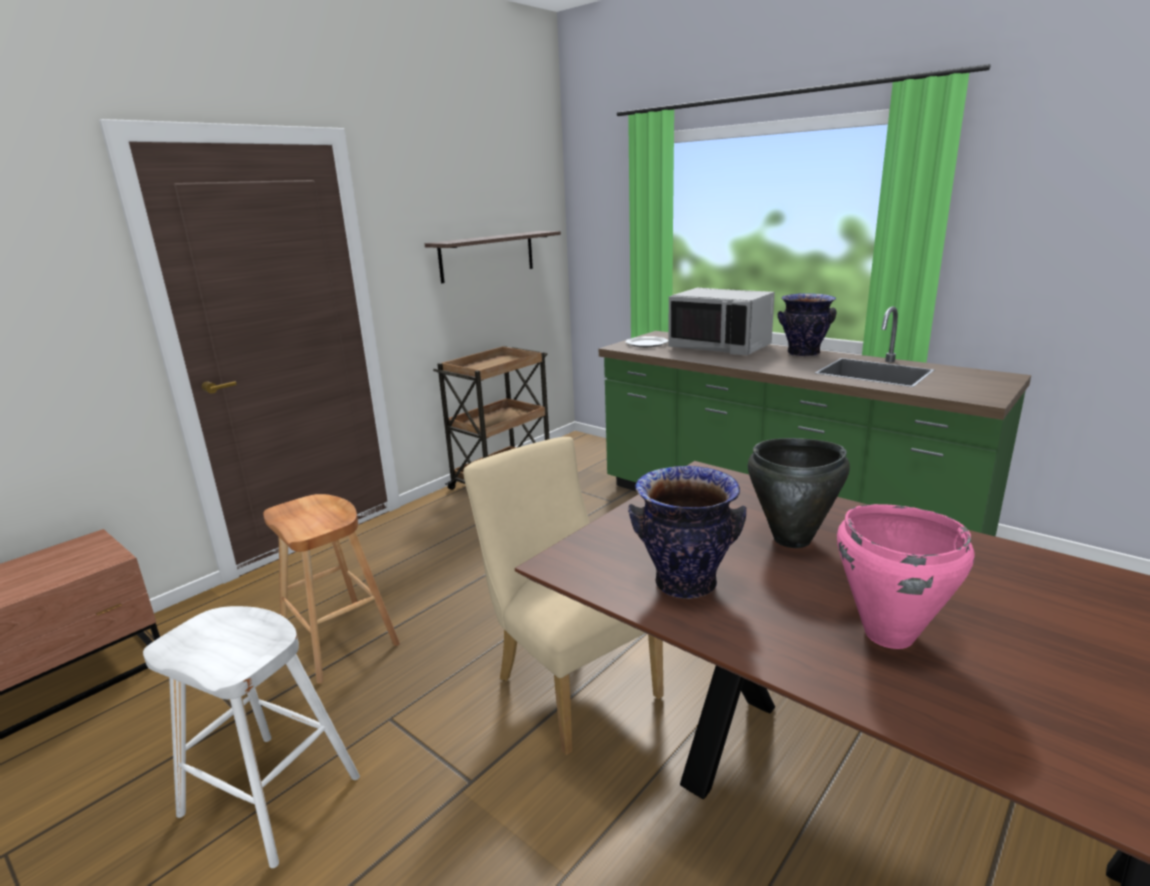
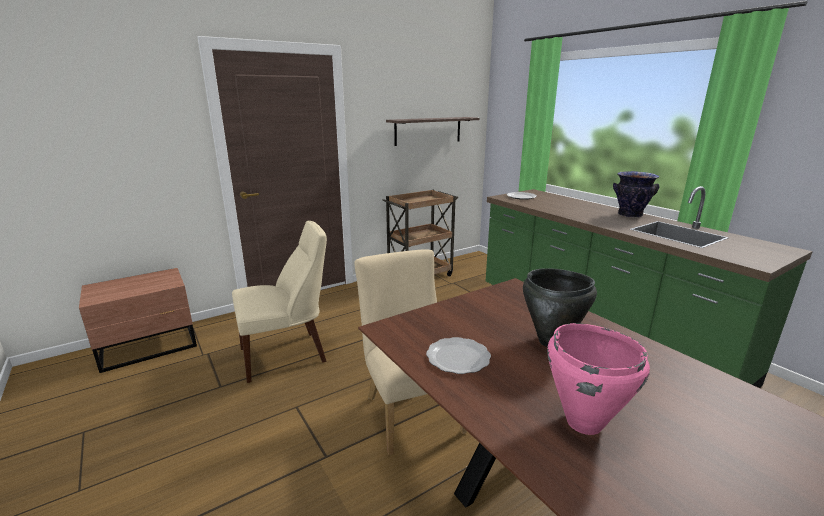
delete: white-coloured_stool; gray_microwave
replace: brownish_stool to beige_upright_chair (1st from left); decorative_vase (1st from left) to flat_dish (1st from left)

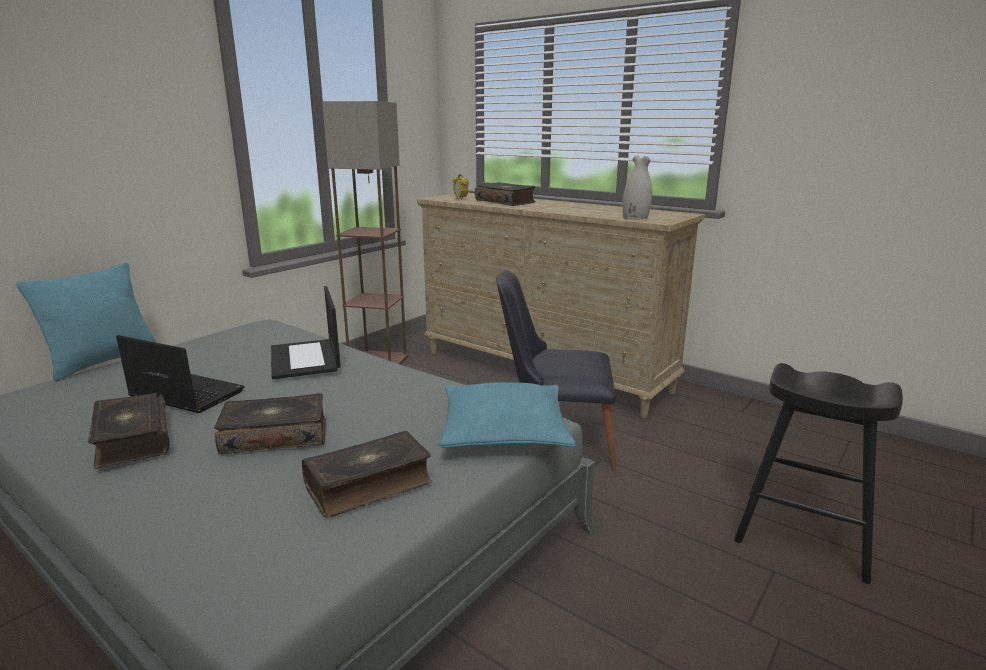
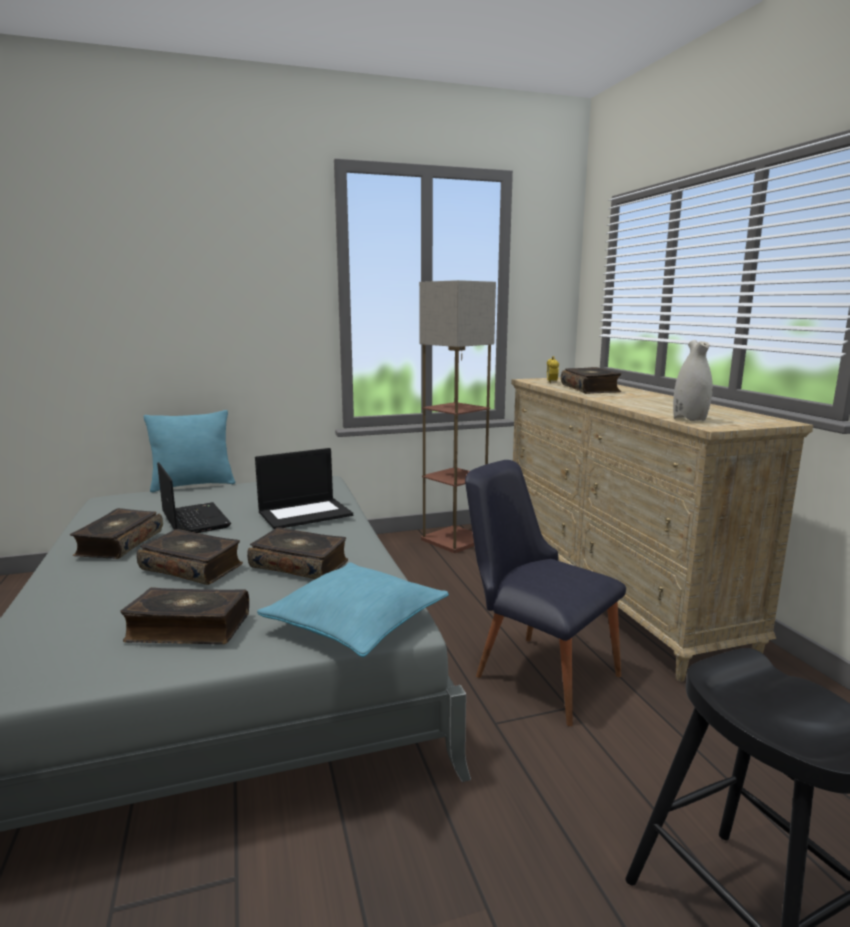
insert: book (4th from left)
rotate: notebook_computer (2nd from left) 135 degrees counterclockwise

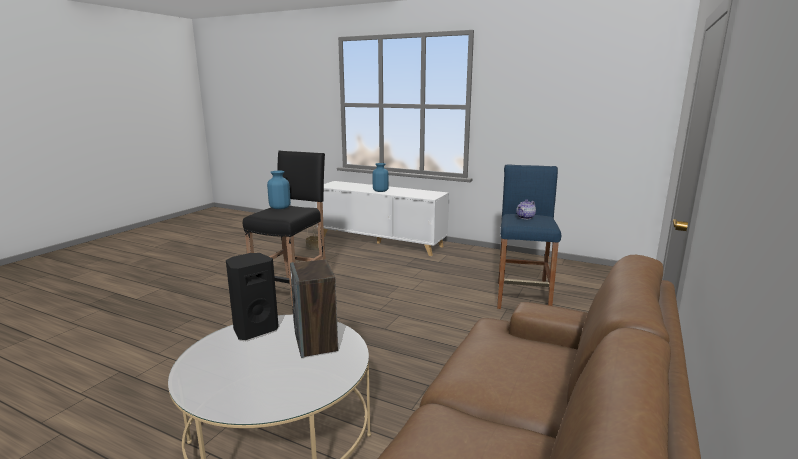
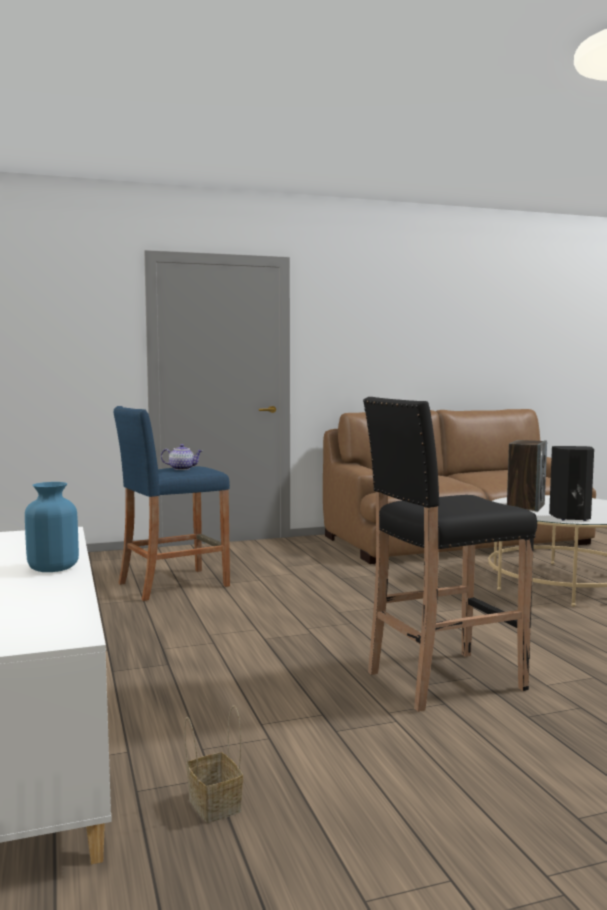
delete: blue-coloured_decorative_vase (1st from left)

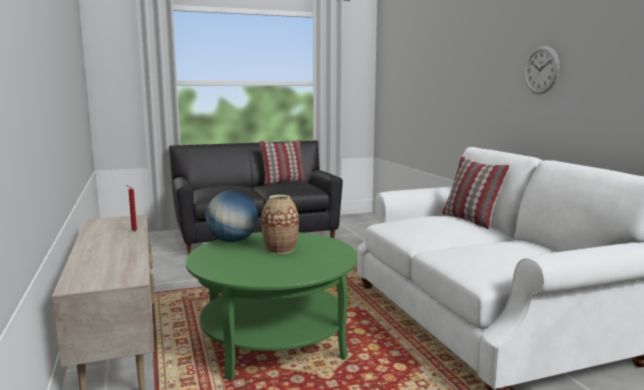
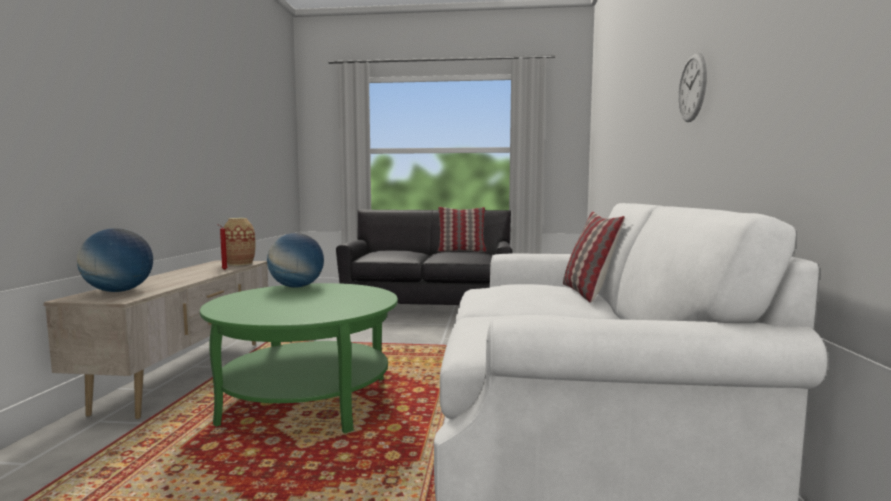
insert: world_globe (1st from left)
move: decorative_vase

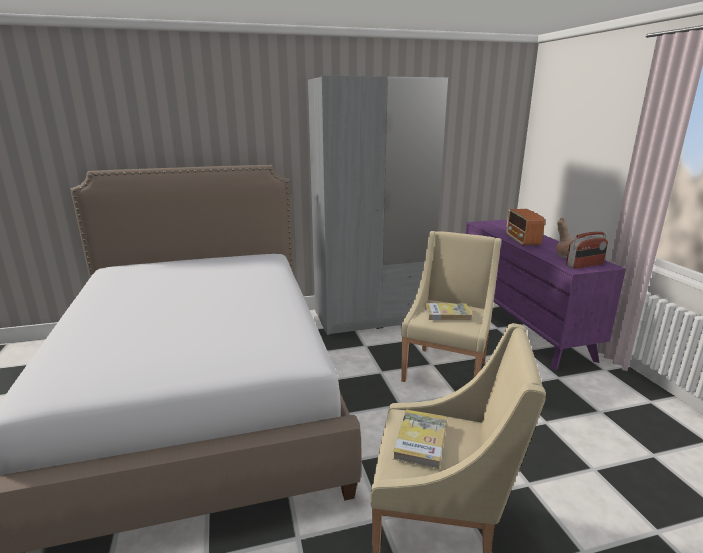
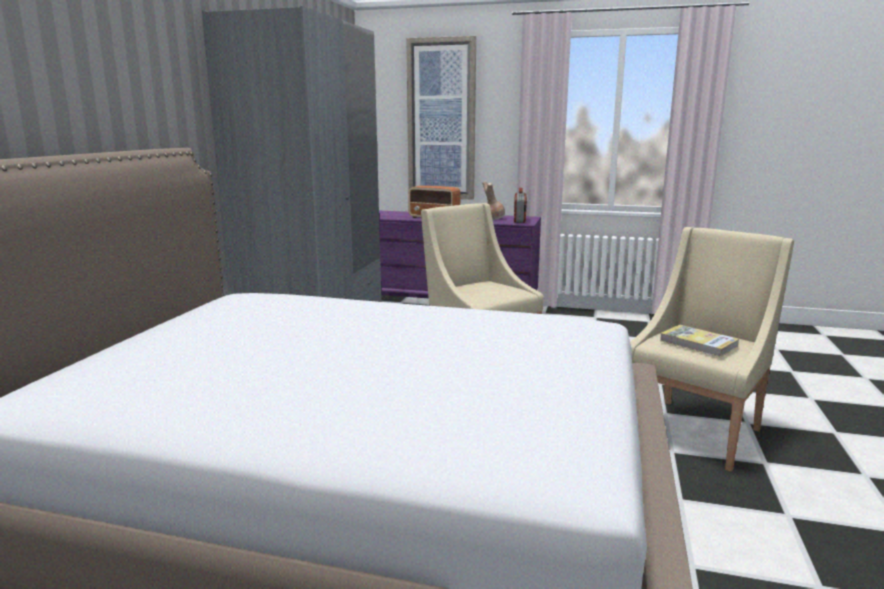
delete: book (2nd from left)
insert: wall_art

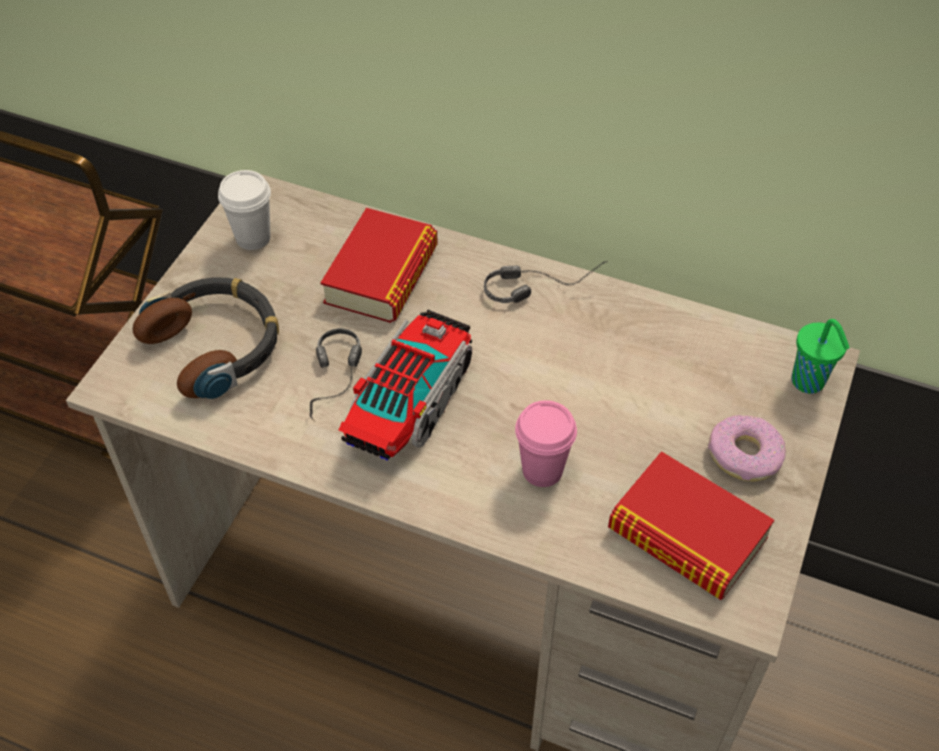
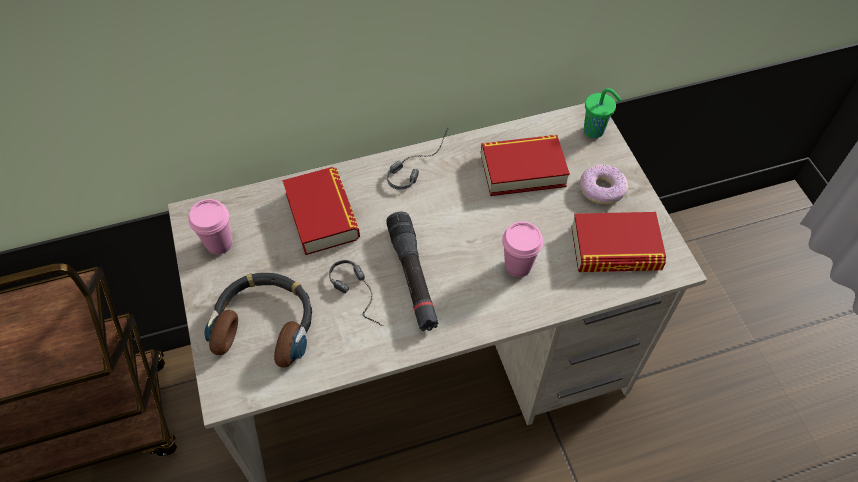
insert: book (2nd from left)
replace: model_truck to black-coloured_torch
recolor: white-coloured_small_cup to pink_small_cup (1st from left)

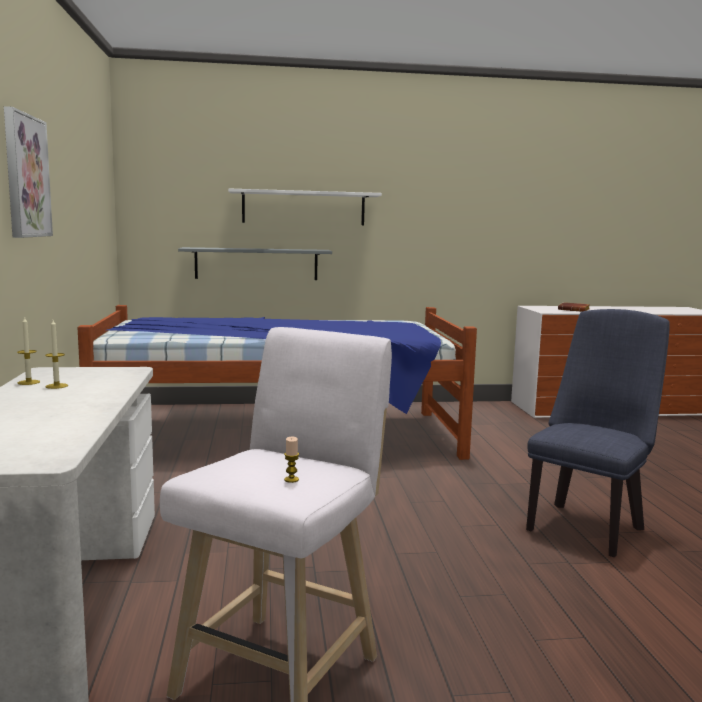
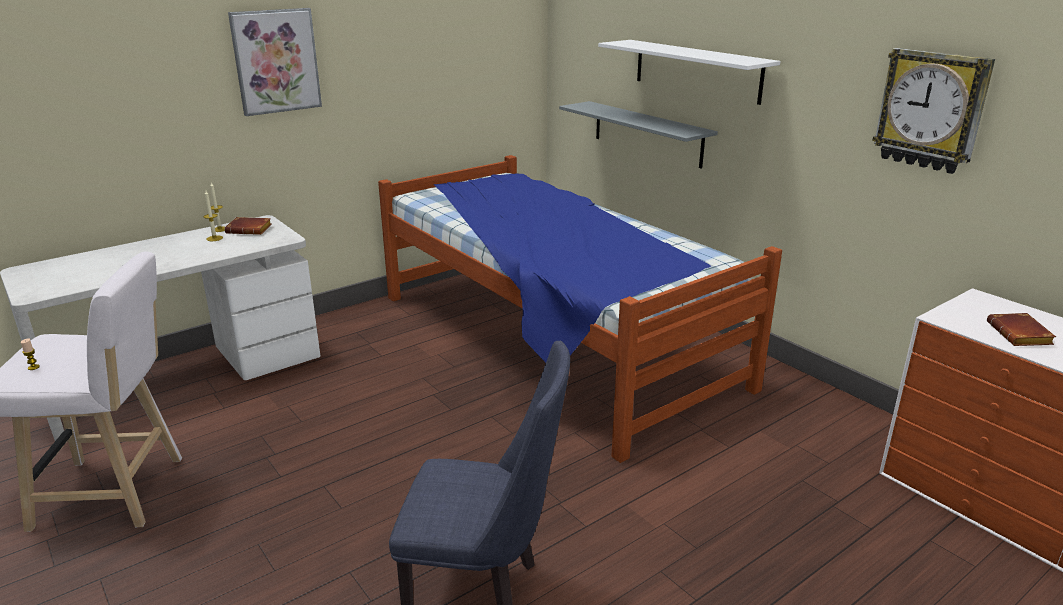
insert: brownish_book (1st from left); hanging_clock

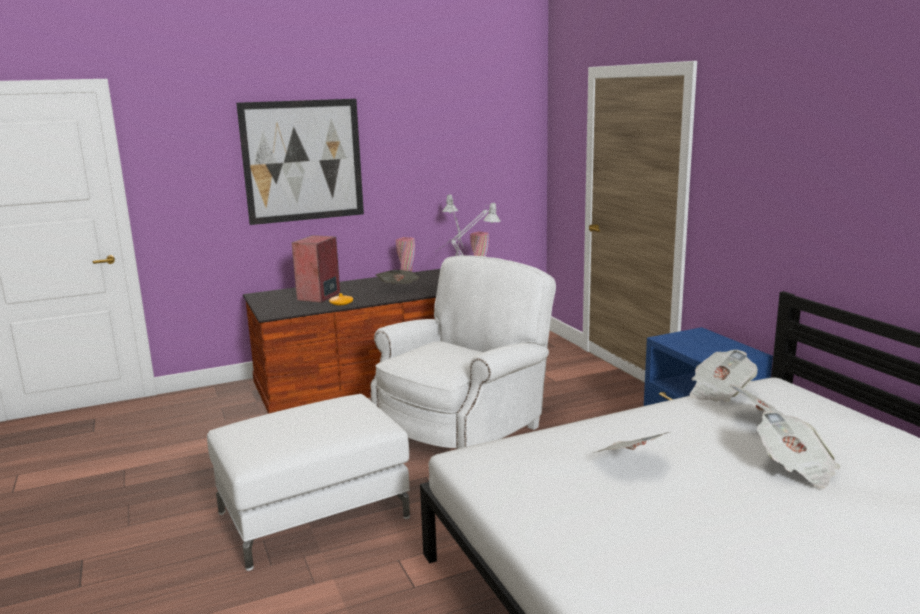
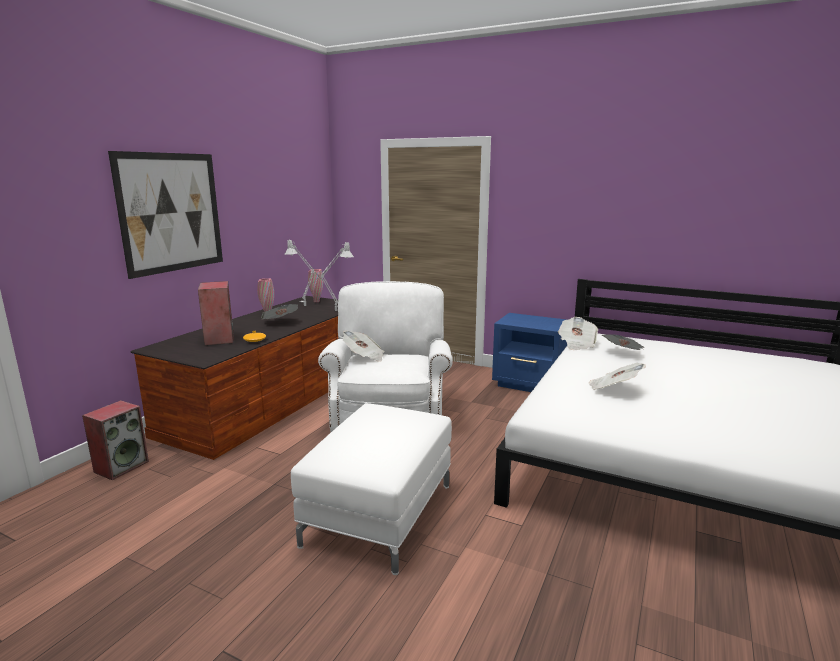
insert: speaker (1st from left)
move: newspaper (5th from left in the first image) to newspaper (2nd from left)

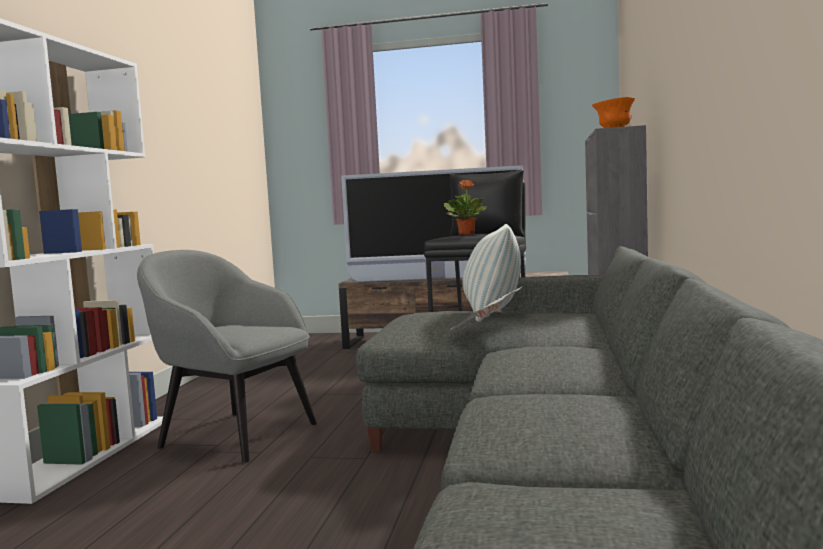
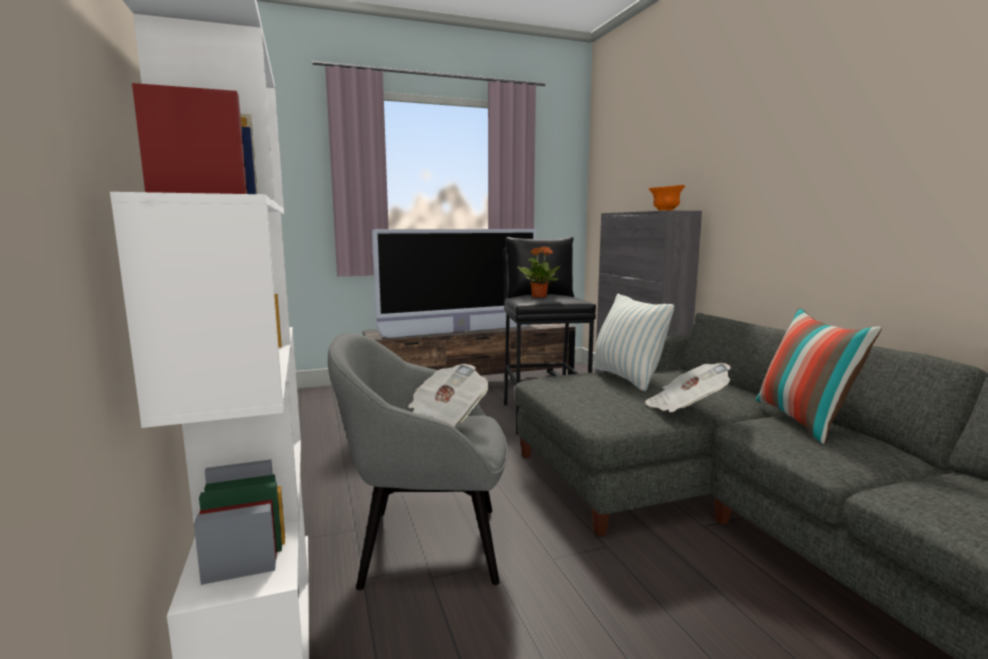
insert: newspaper (1st from left); throw_pillow (2nd from left)

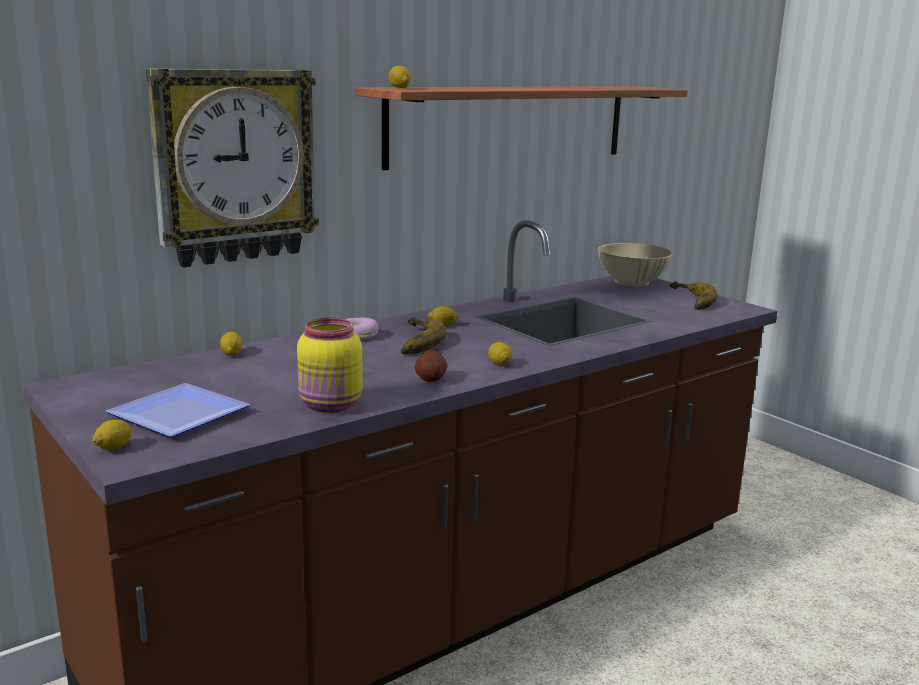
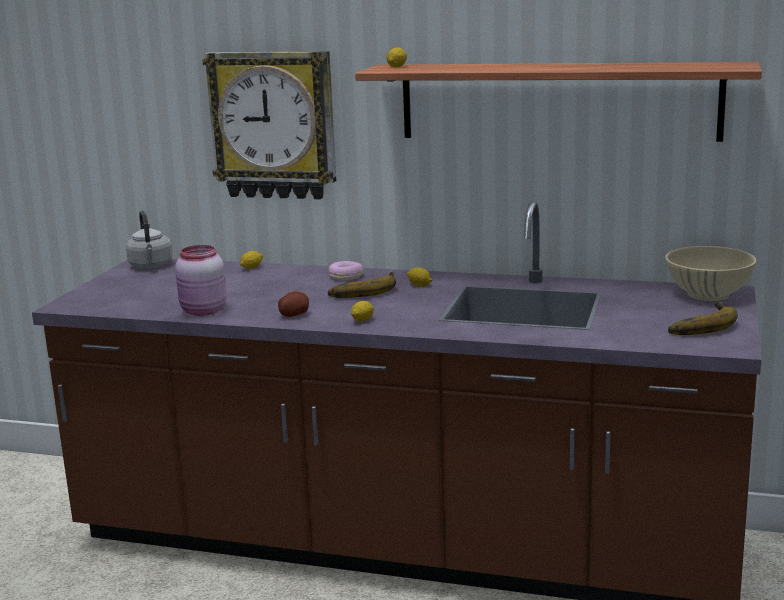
delete: lemon (1st from left); flat_dish
insert: gray_kettle
recolor: yellow-coloured_storage_jar to pink_storage_jar

